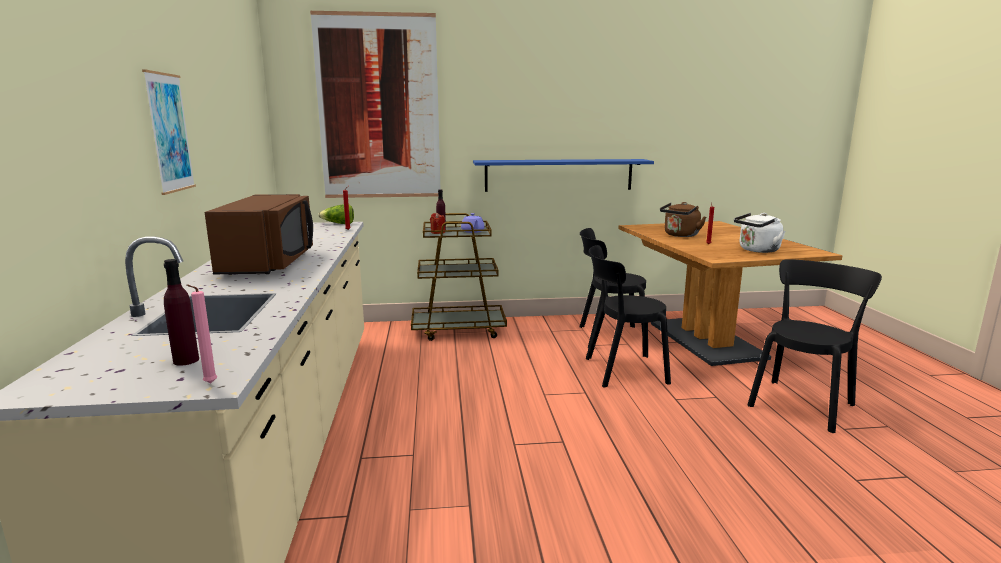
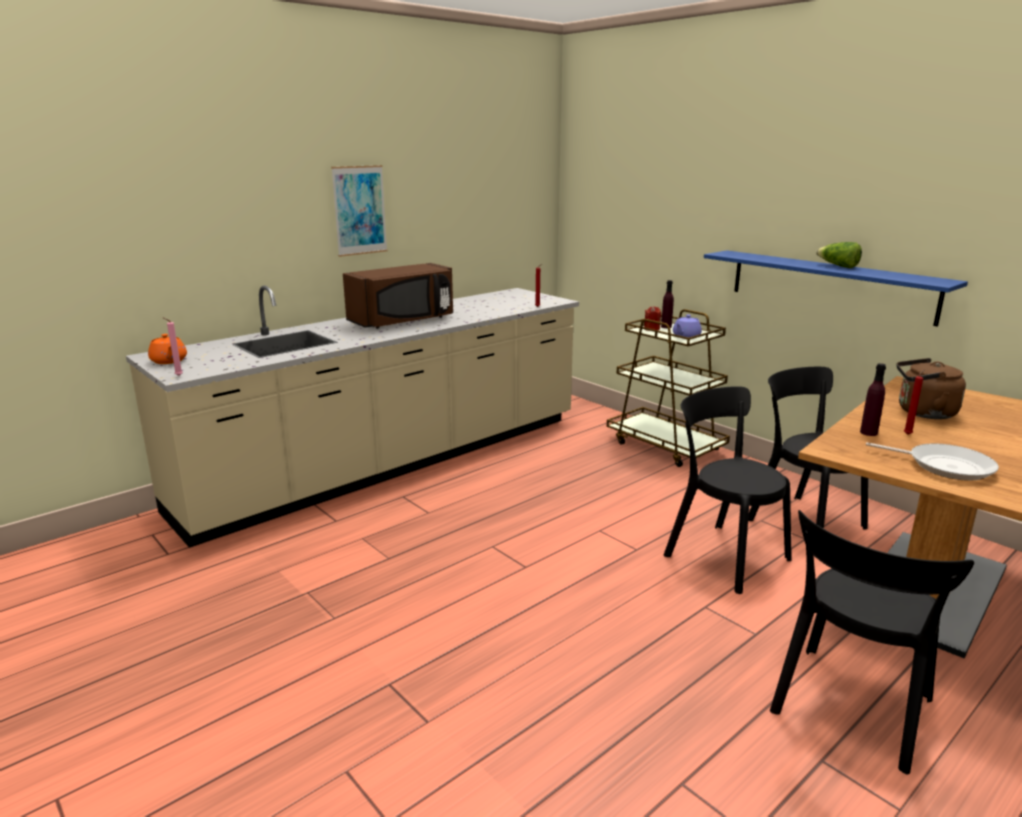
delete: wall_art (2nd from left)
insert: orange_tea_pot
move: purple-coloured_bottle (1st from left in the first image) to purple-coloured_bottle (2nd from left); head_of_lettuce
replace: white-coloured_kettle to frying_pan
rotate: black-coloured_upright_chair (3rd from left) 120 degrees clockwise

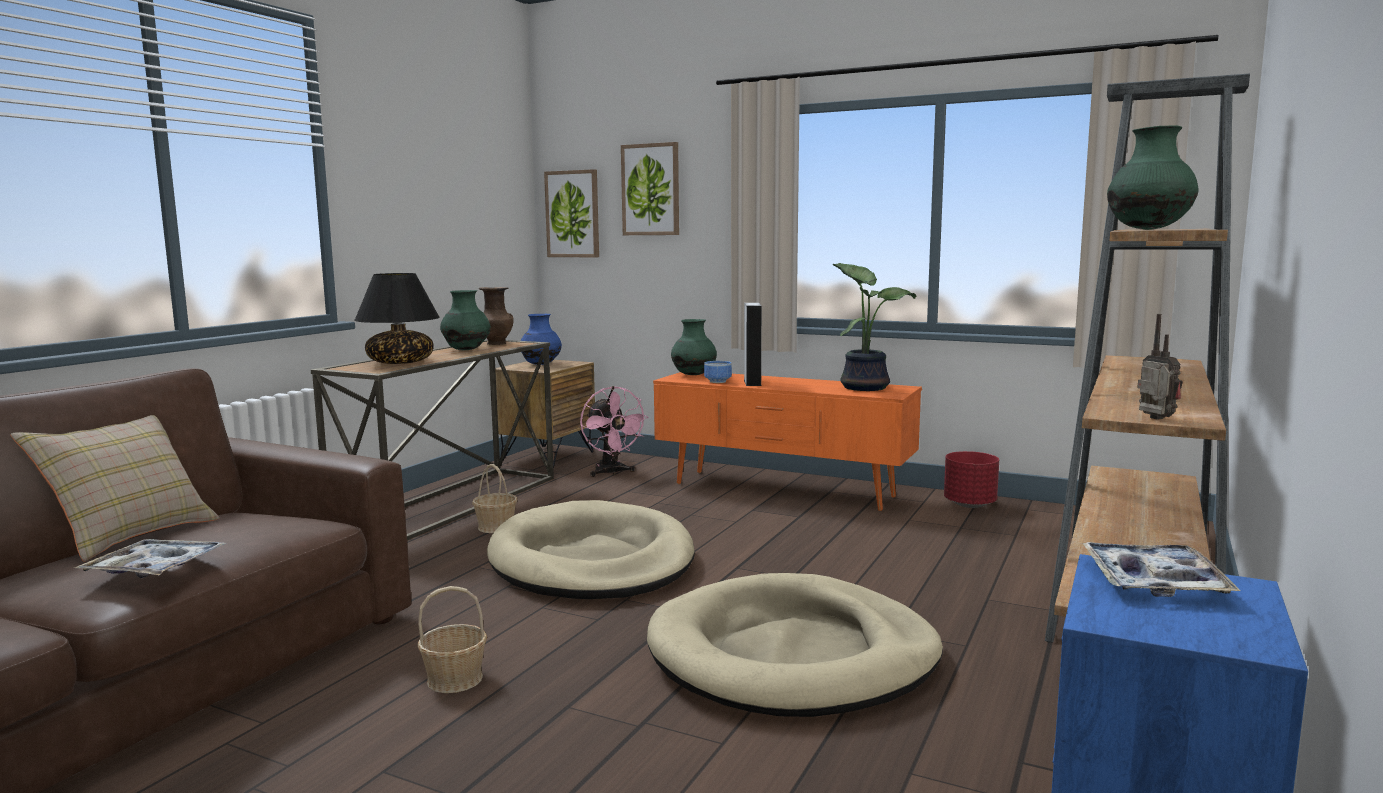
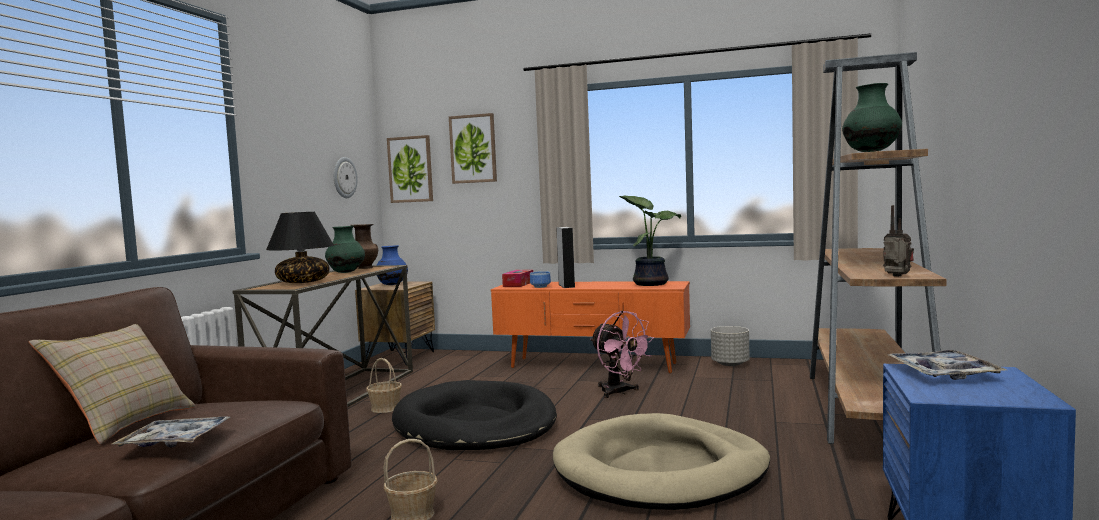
insert: hanging_clock
move: pink_fan
replace: greenish_decorative_vase (2nd from left) to box_of_tissues
recolor: beige_pet_bed (1st from left) to black-coloured_pet_bed; reddish_flower_pot to gray_flower_pot

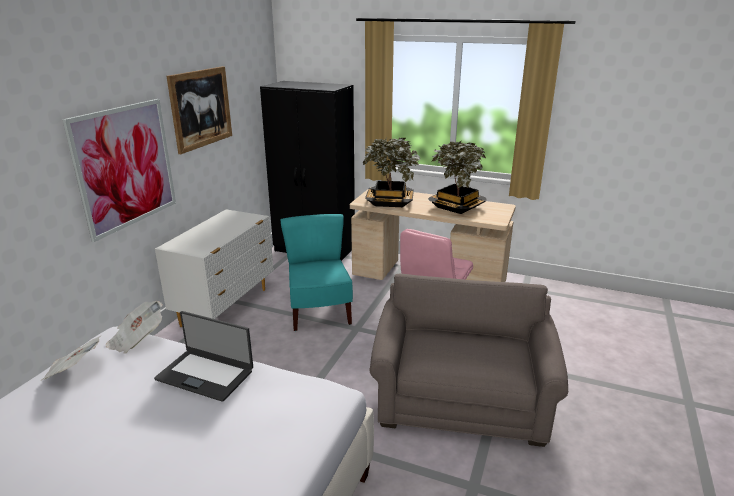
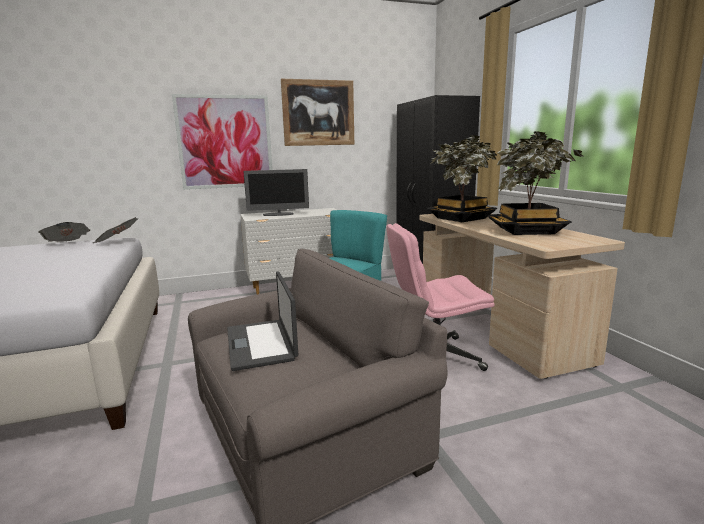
insert: computer_display
move: notebook_computer

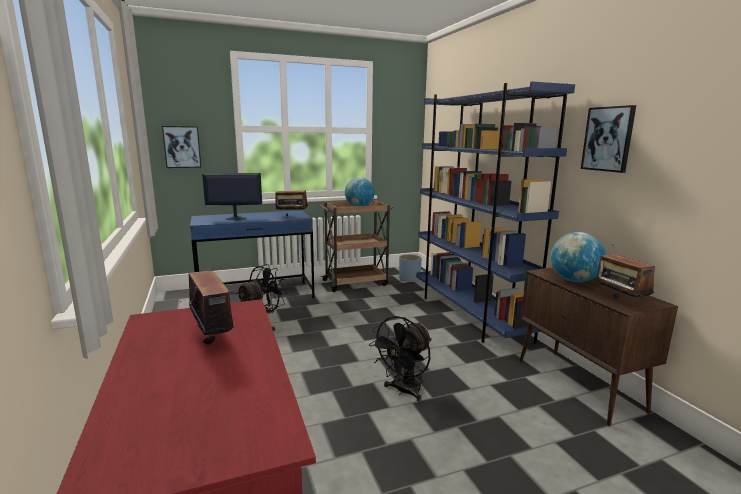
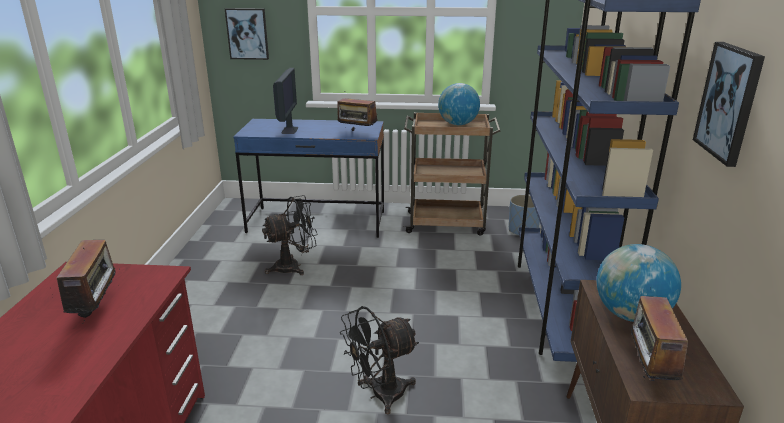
rotate: computer_display 75 degrees clockwise

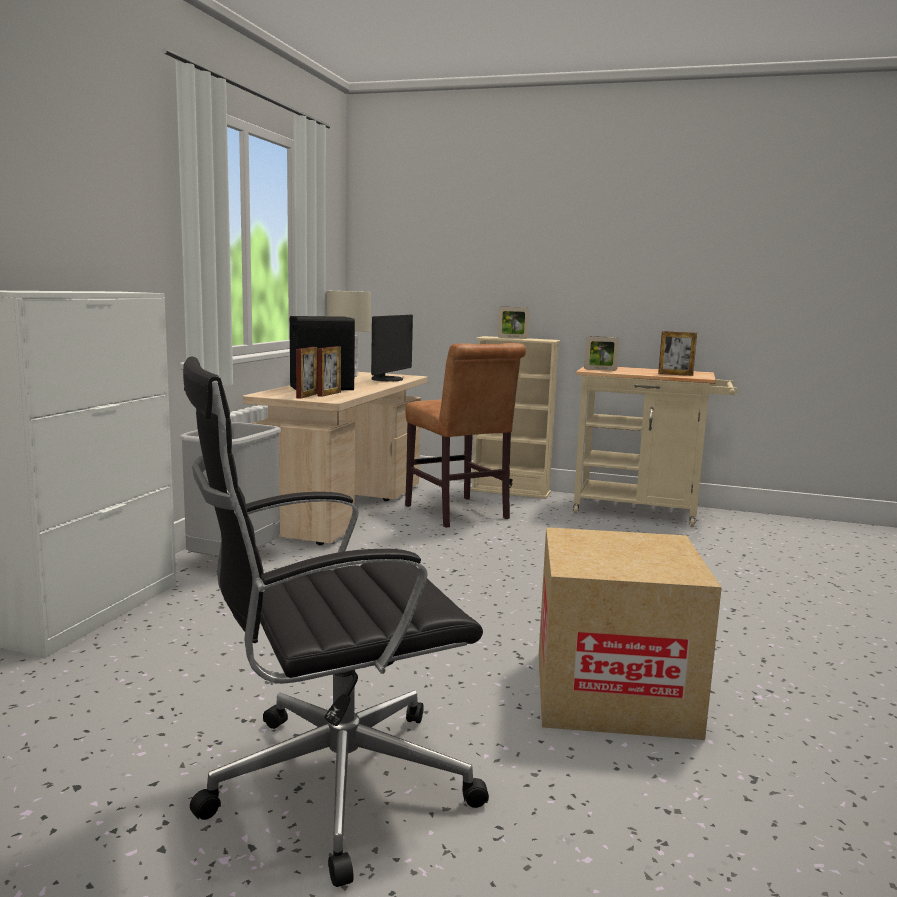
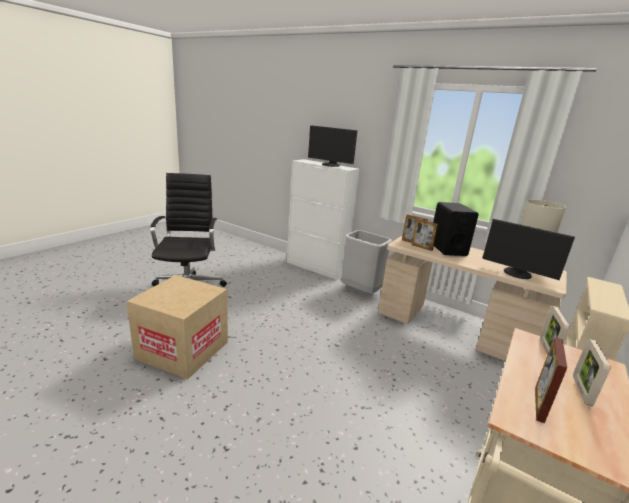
delete: brownish_upright_chair
insert: computer_display (1st from left)
move: picture_frame (3rd from left in the first image) to picture_frame (5th from left)

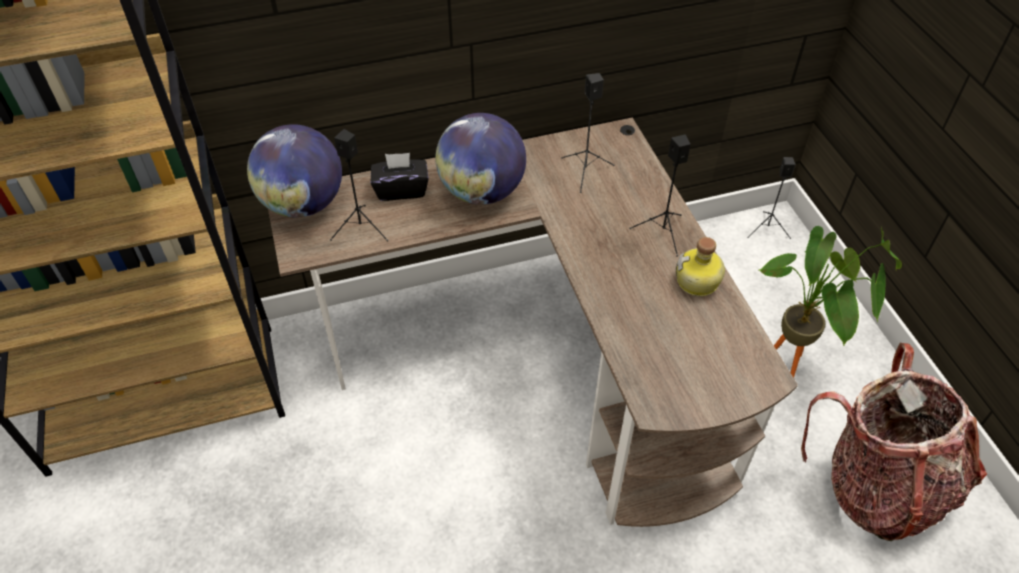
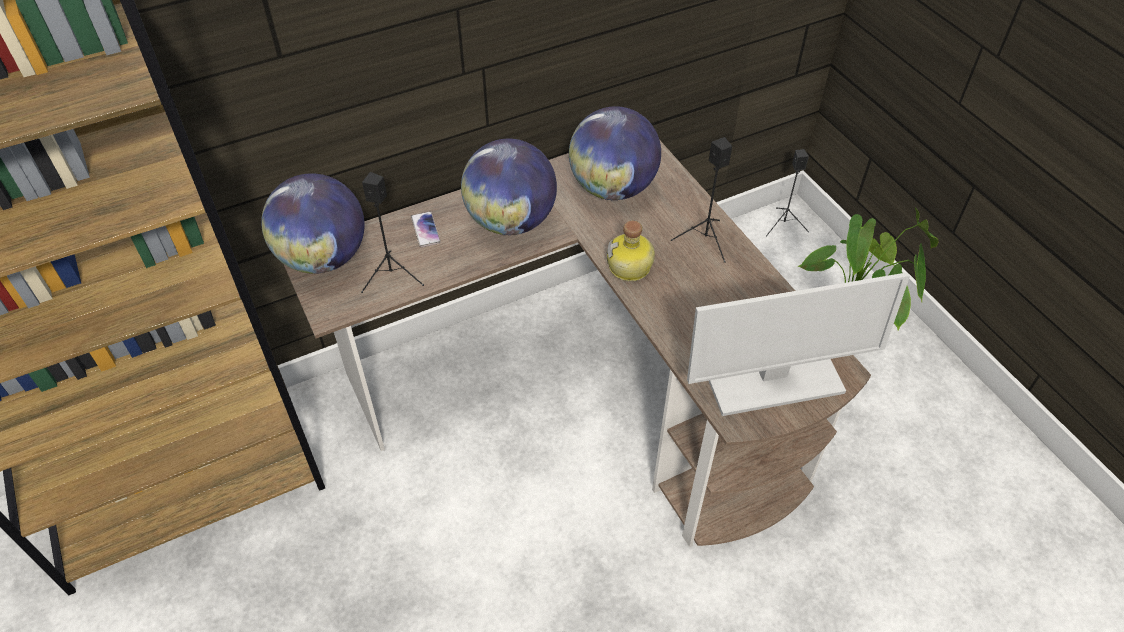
delete: backpack
insert: computer_display
move: bottle
replace: black-coloured_box_of_tissues to telephone; black-coloured_speaker (2nd from left) to world_globe (3rd from left)

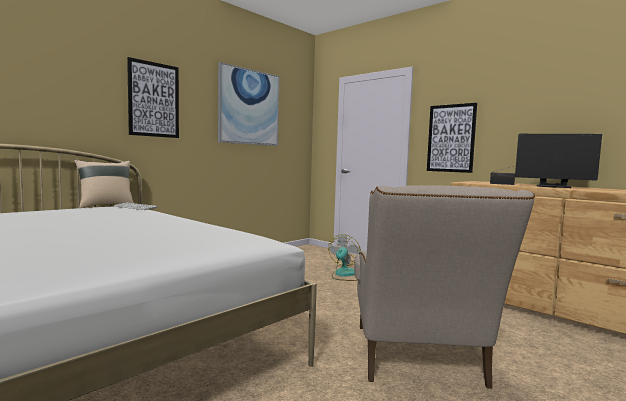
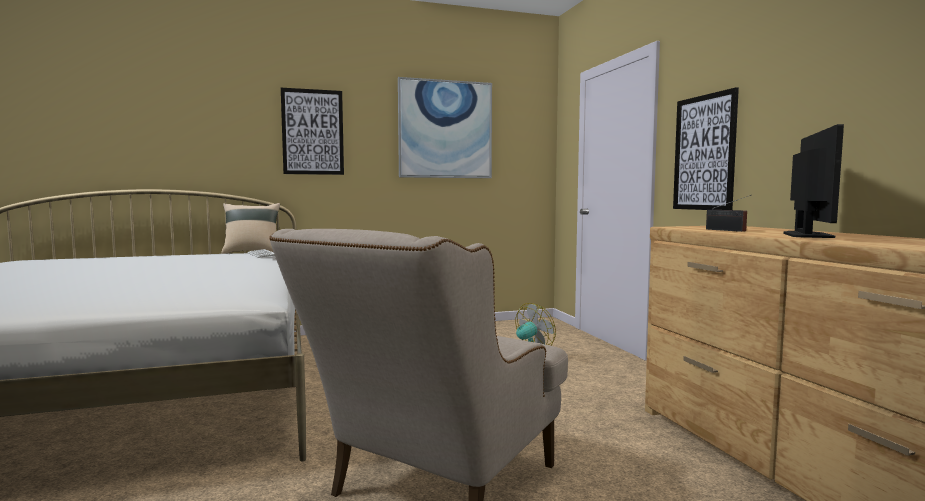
rotate: computer_display 120 degrees counterclockwise

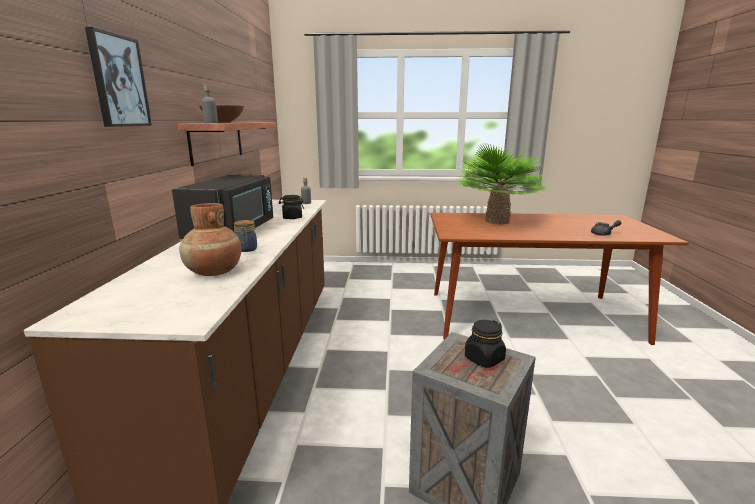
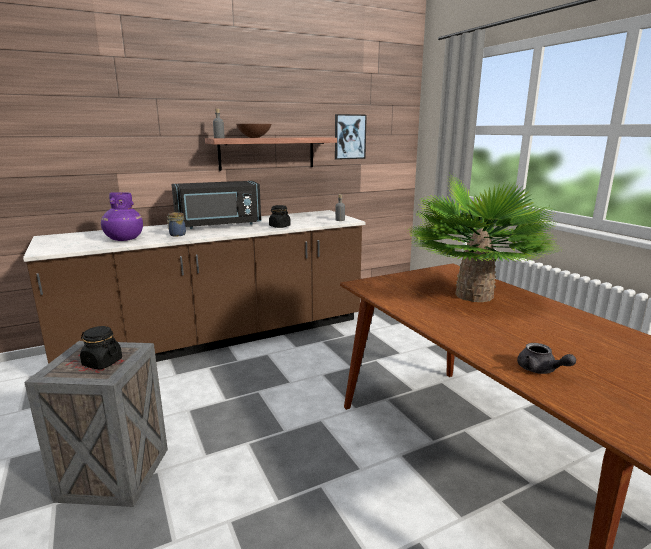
move: wall_art
recolor: brownish_decorative_vase to purple-coloured_decorative_vase

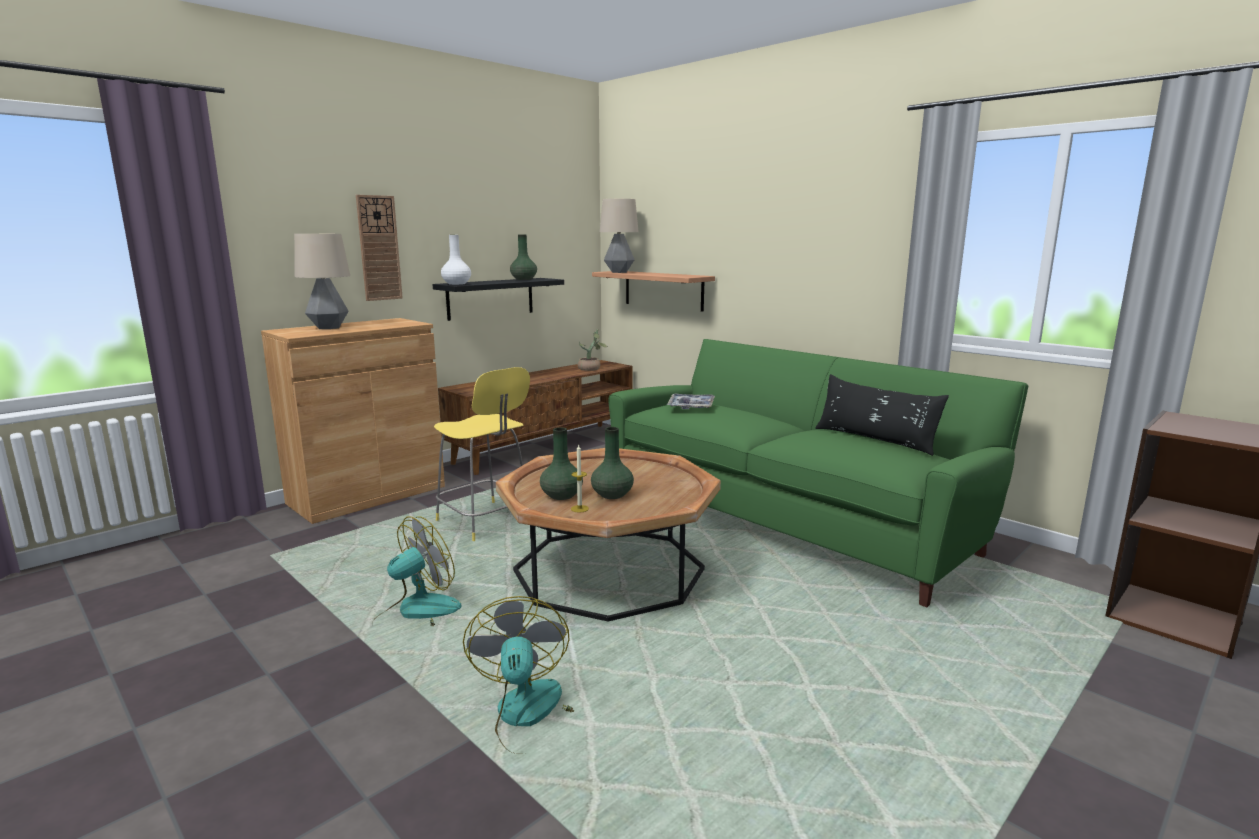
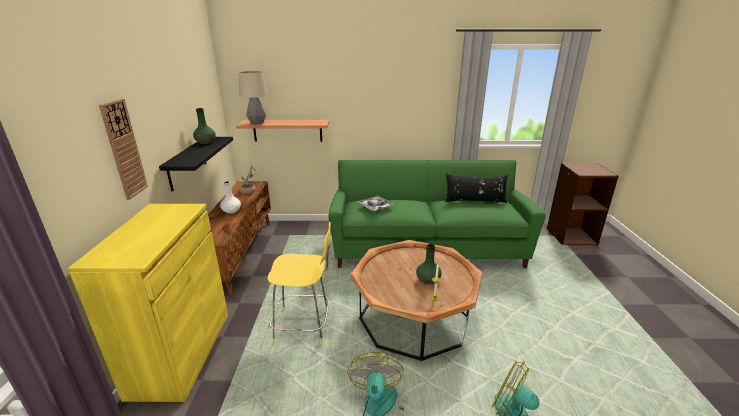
delete: table_lamp (1st from left); greenish_decorative_vase (2nd from left)
move: white-coloured_decorative_vase
recolor: brownish_cabinet to yellow-coloured_cabinet

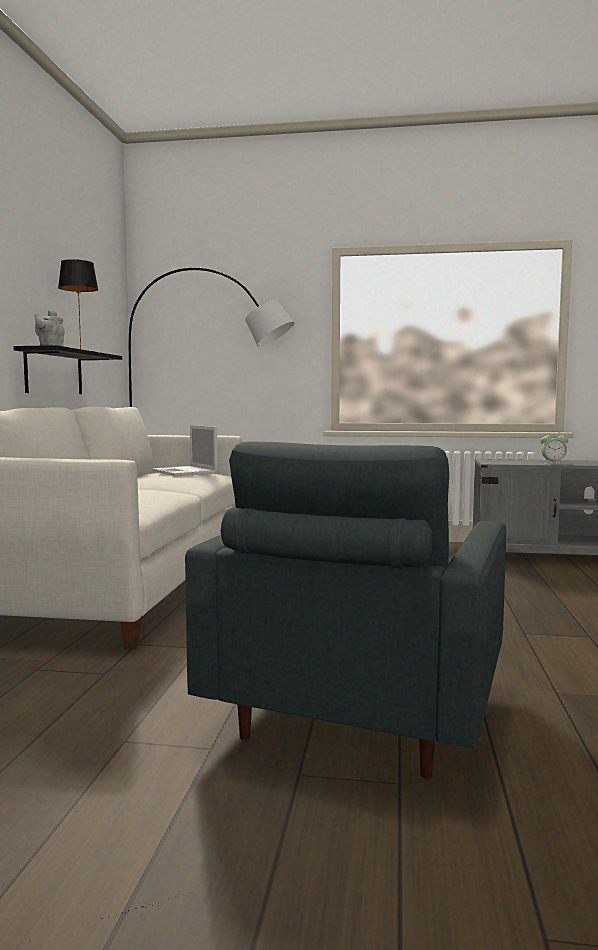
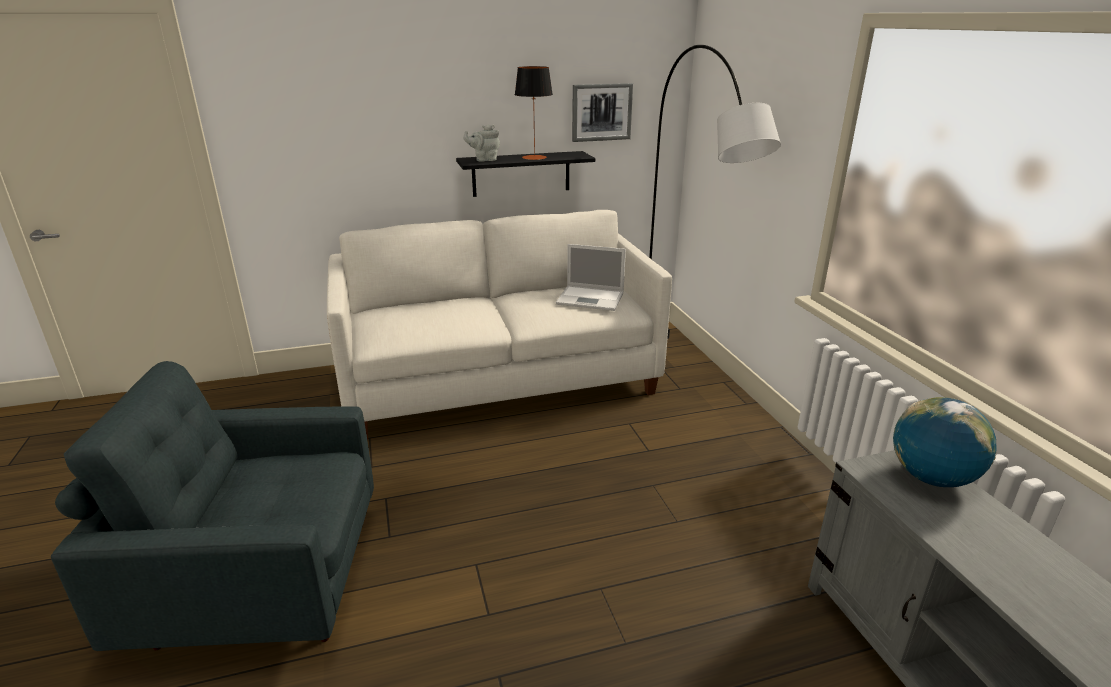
delete: alarm_clock
insert: wall_art; world_globe
rotate: notebook_computer 105 degrees counterclockwise

